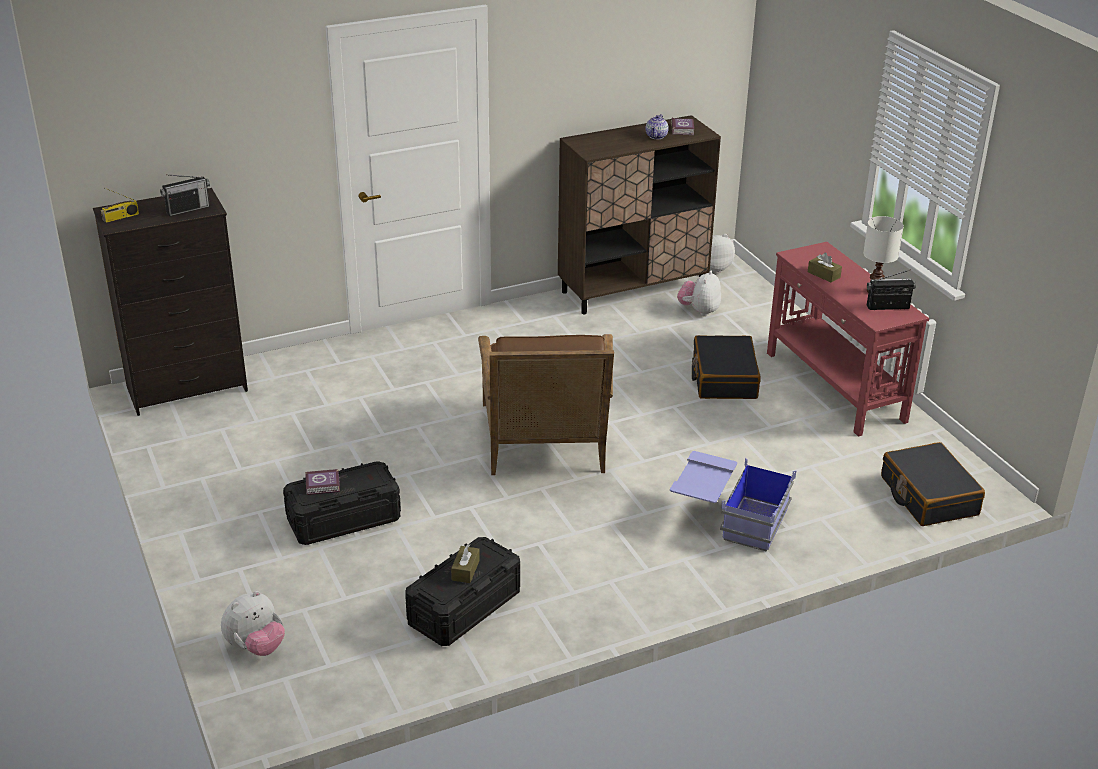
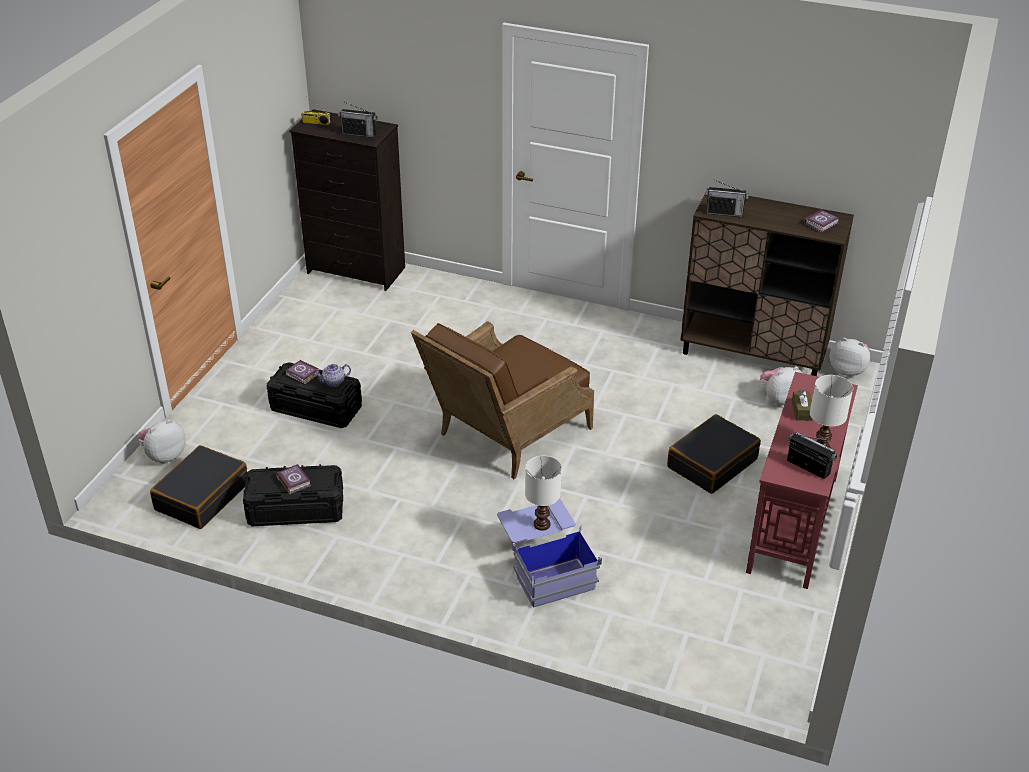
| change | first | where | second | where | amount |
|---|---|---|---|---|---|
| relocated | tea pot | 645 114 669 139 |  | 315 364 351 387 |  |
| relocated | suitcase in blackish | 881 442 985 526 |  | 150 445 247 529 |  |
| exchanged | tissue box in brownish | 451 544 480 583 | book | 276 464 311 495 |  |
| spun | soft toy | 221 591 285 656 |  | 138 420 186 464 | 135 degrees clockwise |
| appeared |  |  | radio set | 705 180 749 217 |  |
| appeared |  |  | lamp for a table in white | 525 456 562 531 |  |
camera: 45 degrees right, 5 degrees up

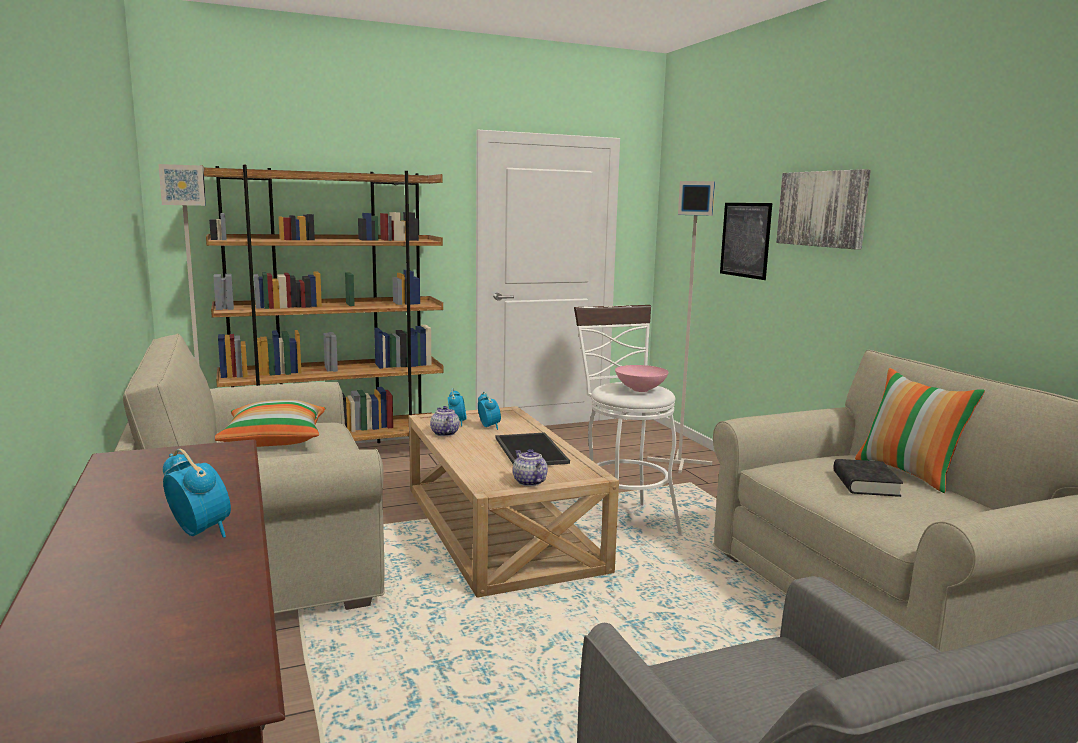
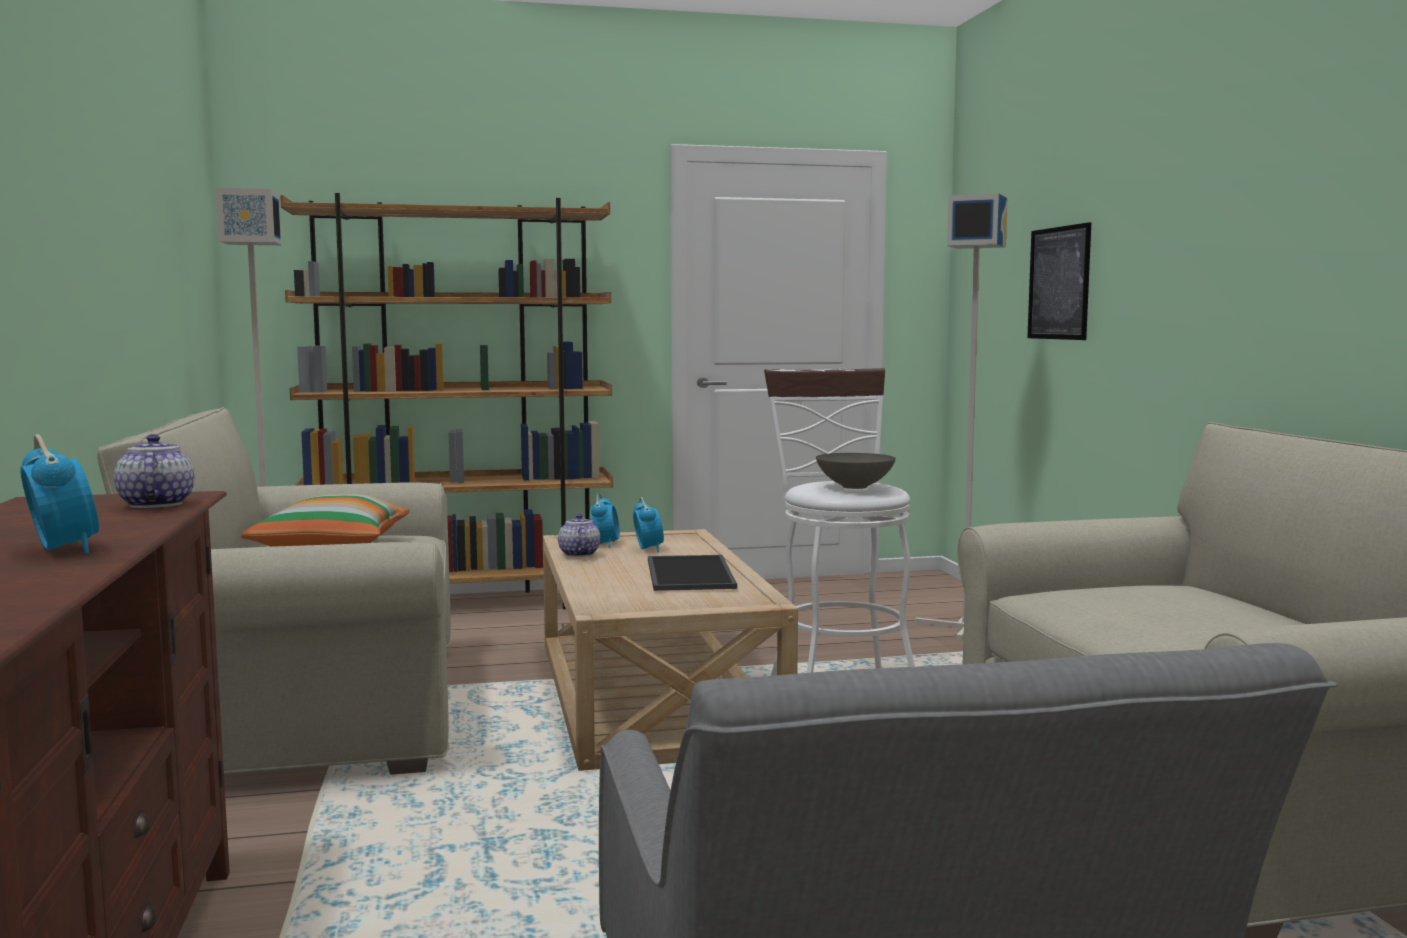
| change | first | where | second | where | amount |
|---|---|---|---|---|---|
| missing | picture | 776 169 871 250 |  |  |  |
| colour | serving bowl in pink | 615 365 669 392 | serving bowl in greyish | 816 453 896 489 |  |
| missing | throw pillow | 855 368 985 493 |  |  |  |
| relocated | tea pot | 513 449 548 486 |  | 114 434 194 508 |  |
| missing | book in blackish | 833 459 903 497 |  |  |  |
camera: 10 degrees right, 5 degrees down

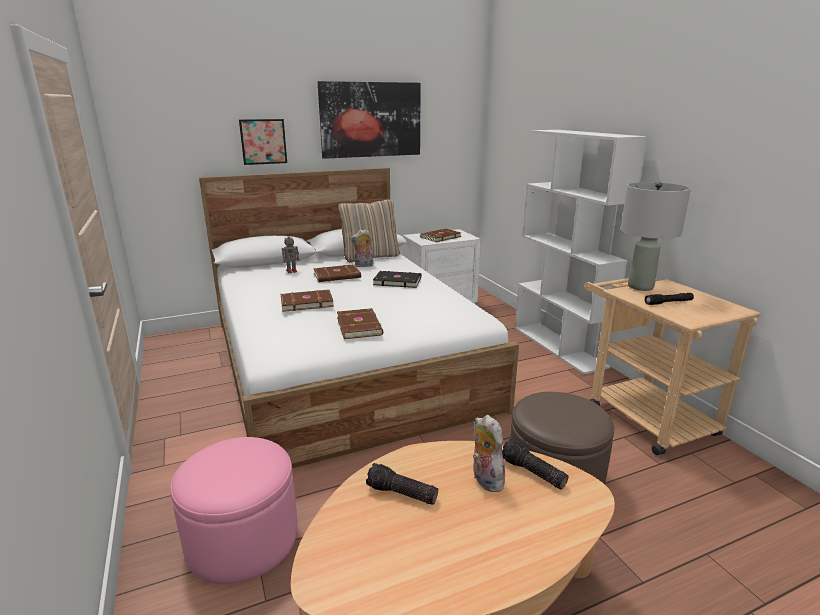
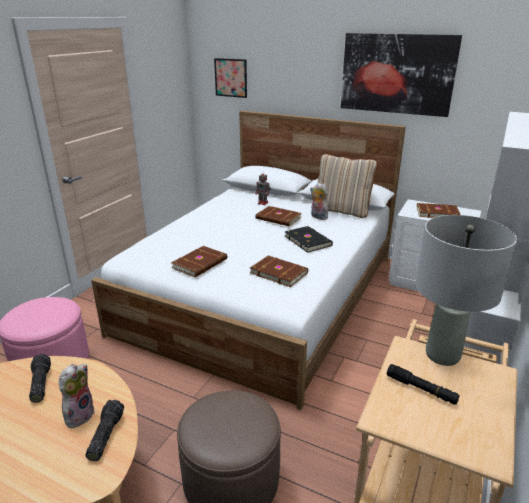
| change | first | where | second | where | amount |
|---|---|---|---|---|---|
| relocated | picture | 239 119 287 165 |  | 214 58 247 98 |  |
| relocated | book in brownish | 281 290 334 312 |  | 250 255 308 287 |  |
camera: 50 degrees right, 5 degrees up

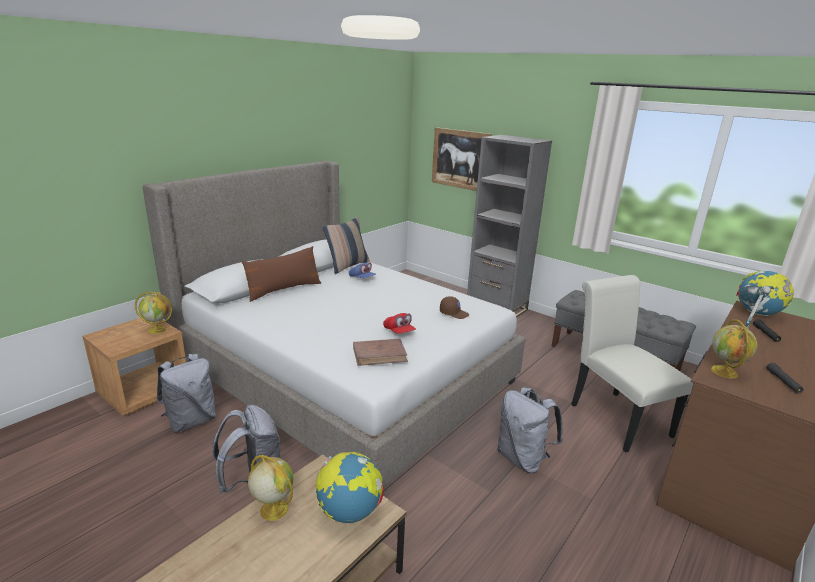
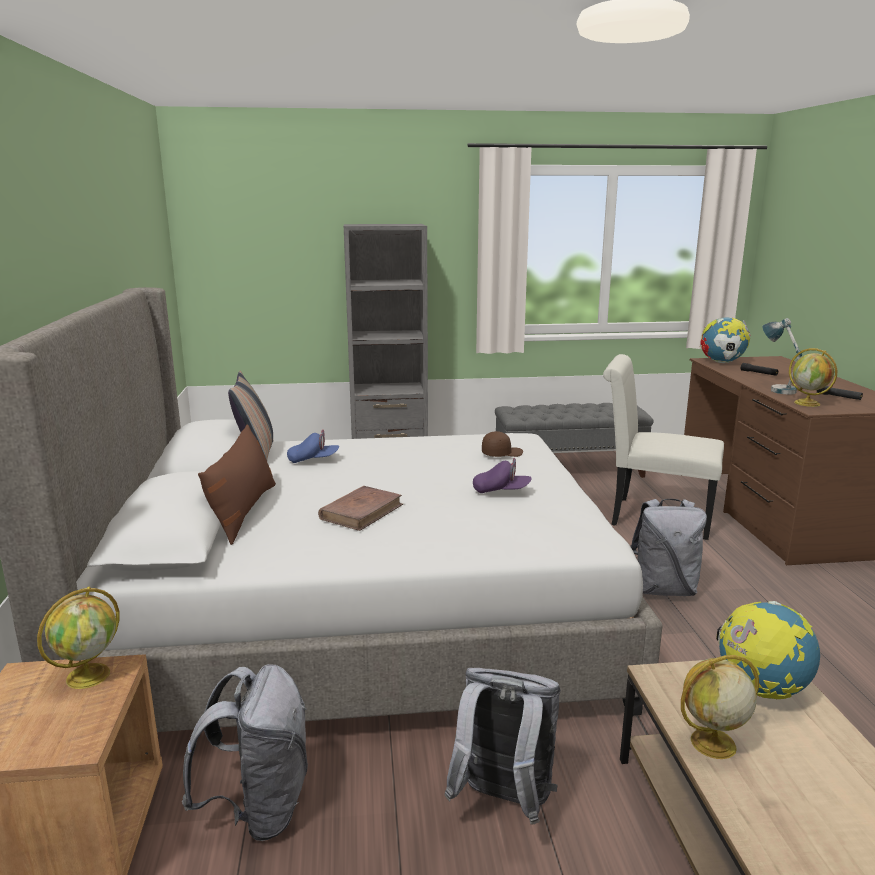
| change | first | where | second | where | amount |
|---|---|---|---|---|---|
| missing | picture | 432 127 491 191 |  |  |  |
| colour | peaked cap in red-coloured | 383 313 416 334 | peaked cap in purple | 473 458 532 493 |  |
| relocated | book in brownish | 353 339 408 366 |  | 318 486 403 531 |  |
camera: 45 degrees left, 5 degrees down

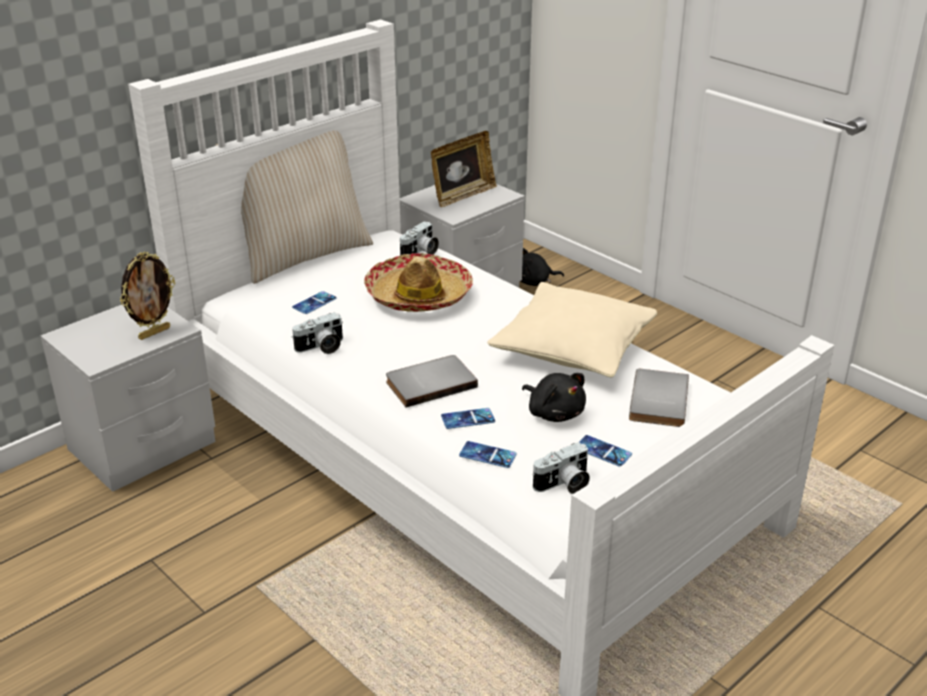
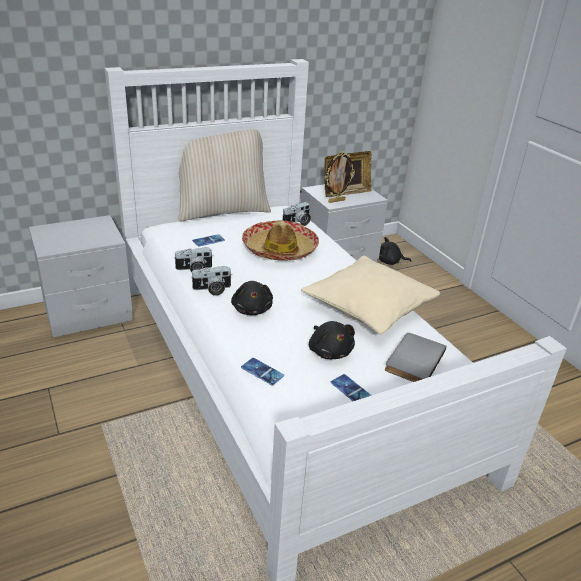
| change | first | where | second | where | amount |
|---|---|---|---|---|---|
| relocated | standing frame | 120 252 175 340 |  | 325 151 355 203 |  |
| exchanged | book in greyish | 386 355 478 408 | soft toy in blackish | 231 281 273 315 |  |
| missing | phone | 441 408 495 429 |  |  |  |
| relocated | still camera | 532 442 590 494 |  | 192 266 231 296 |  |
camera: 15 degrees right, 0 degrees up

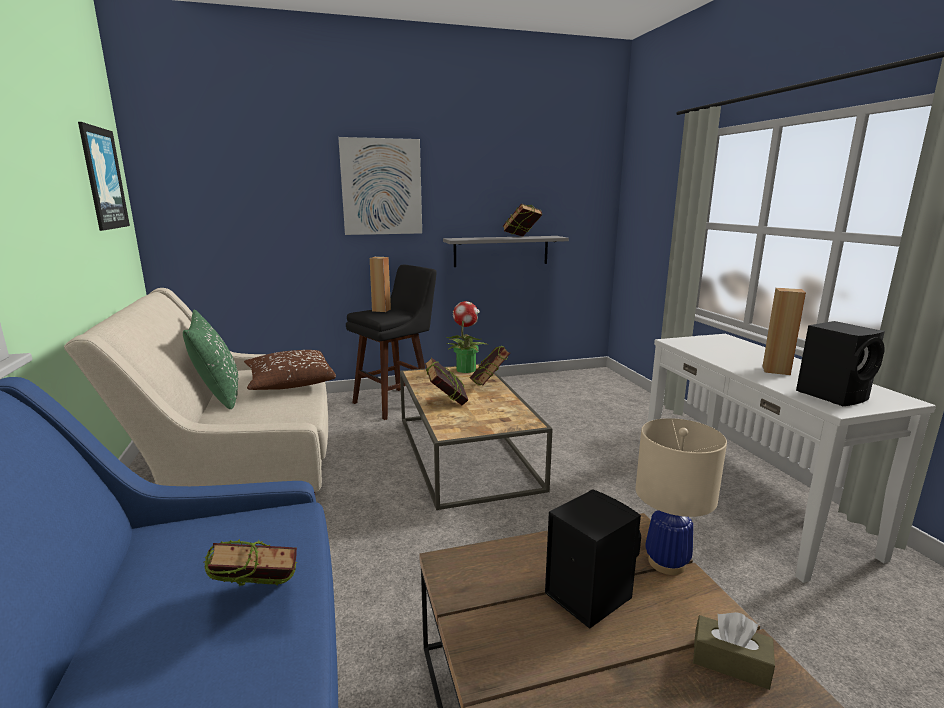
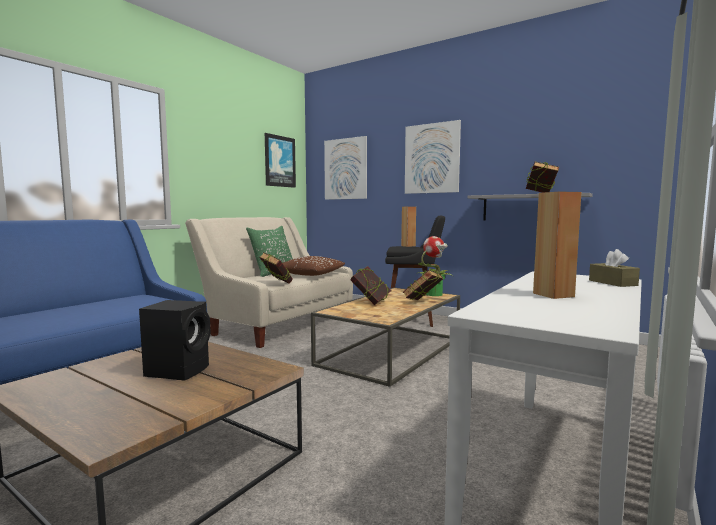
| change | first | where | second | where | amount |
|---|---|---|---|---|---|
| missing | loudspeaker in blackish | 796 321 885 406 |  |  |  |
| missing | lamp for a table in beige | 635 418 727 575 |  |  |  |
| relocated | book | 204 539 298 586 |  | 259 252 293 284 |  |
| relocated | tissue box in brownish | 693 612 775 690 |  | 589 249 640 287 |  |
| appeared |  |  | picture | 324 136 367 200 |  |
camera: 50 degrees right, 10 degrees down

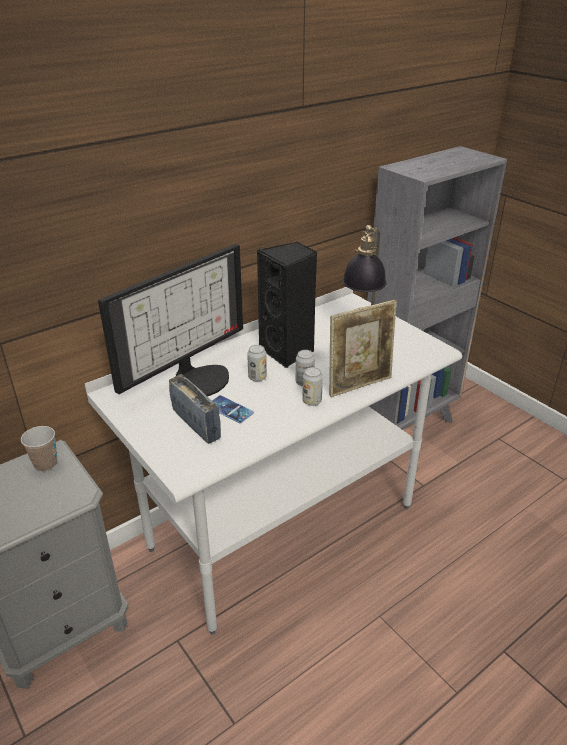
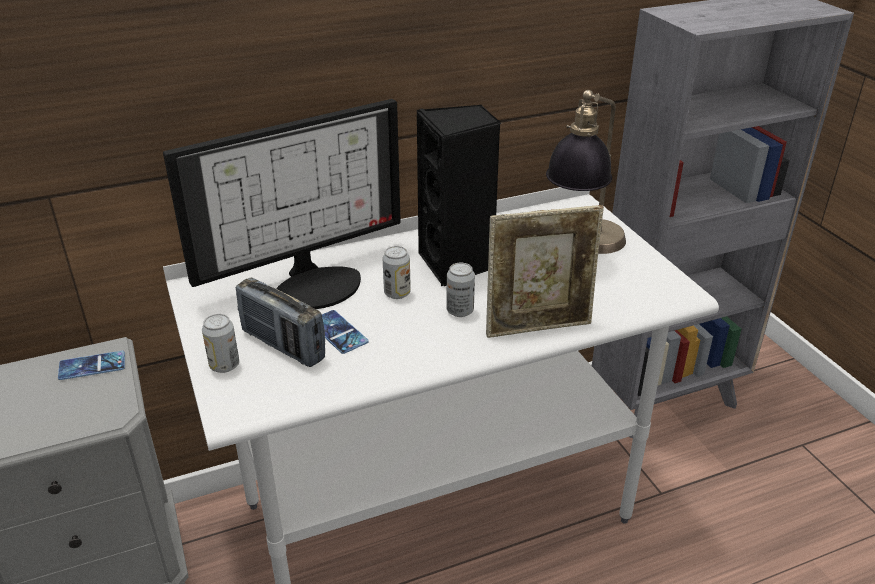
| change | first | where | second | where | amount |
|---|---|---|---|---|---|
| relocated | metal can | 302 367 323 406 |  | 202 314 239 373 |  |
| spun | radio set | 169 374 221 444 |  | 236 278 325 367 | 150 degrees clockwise |
| exchanged | cup | 21 426 57 472 | phone | 58 351 125 380 |  |
camera: 15 degrees right, 0 degrees up

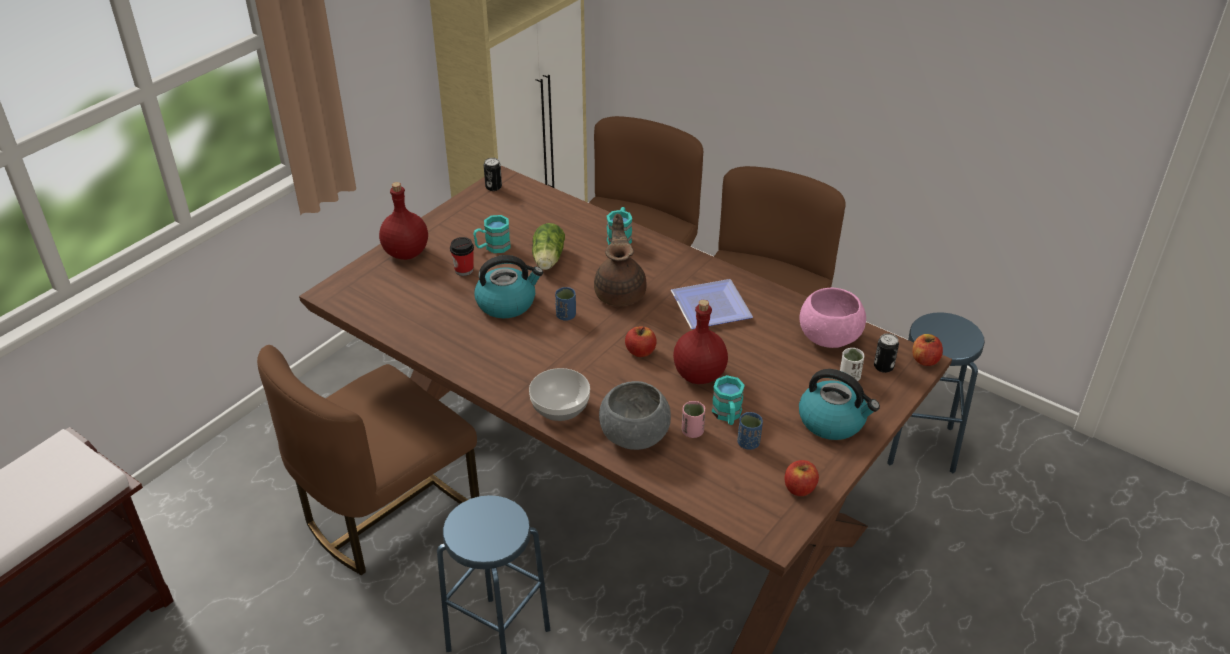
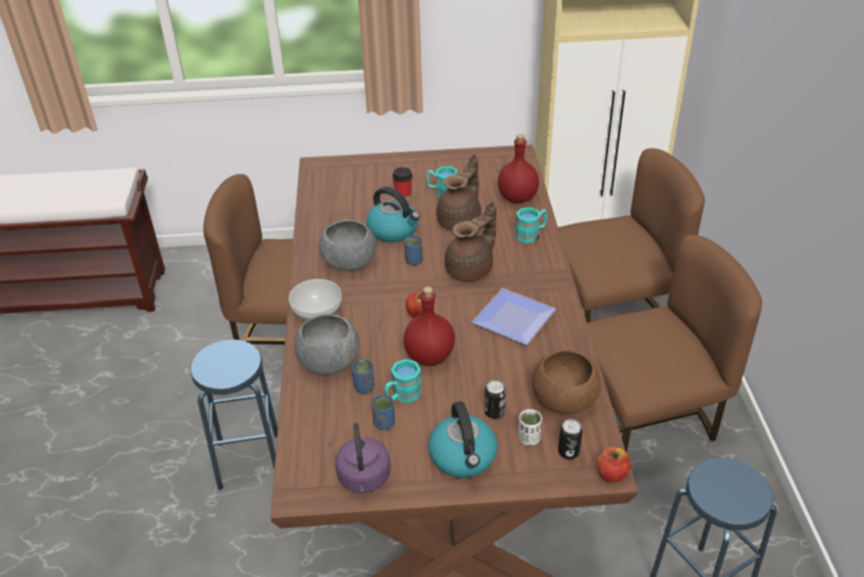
| change | first | where | second | where | amount |
|---|---|---|---|---|---|
| relocated | metal can | 484 158 502 191 |  | 484 380 506 419 |  |
| relocated | bottle in red-coloured | 379 182 428 260 |  | 498 134 539 203 |  |
| exchanged | lettuce head | 532 223 565 270 | tea pot in brownish | 436 153 481 230 |  |
| colour | serving bowl in pink | 799 288 866 348 | serving bowl in brownish | 532 350 601 414 |  |
| colour | cup in pink | 682 401 705 438 | cup in blue-coloured | 352 359 375 394 |  |
| exchanged | whole apple | 784 460 819 496 | water kettle in purple | 335 423 391 493 |  |
| appeared |  |  | serving bowl in greyish | 319 219 376 271 |  |
camera: 50 degrees right, 0 degrees up

